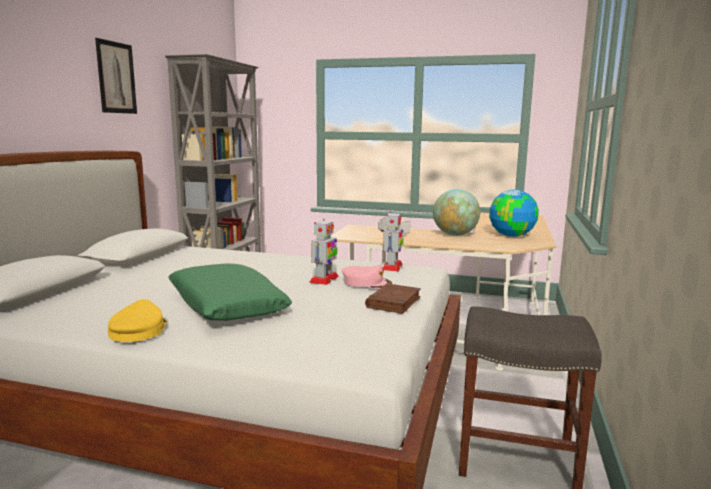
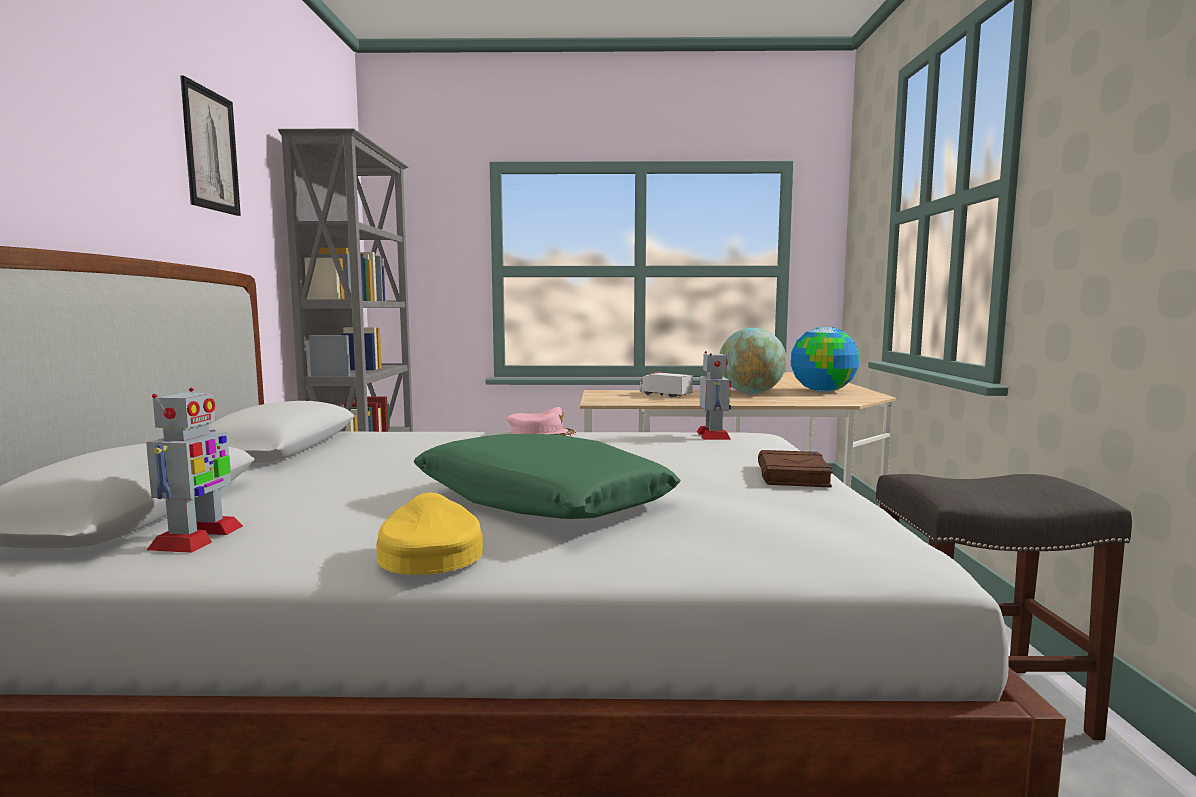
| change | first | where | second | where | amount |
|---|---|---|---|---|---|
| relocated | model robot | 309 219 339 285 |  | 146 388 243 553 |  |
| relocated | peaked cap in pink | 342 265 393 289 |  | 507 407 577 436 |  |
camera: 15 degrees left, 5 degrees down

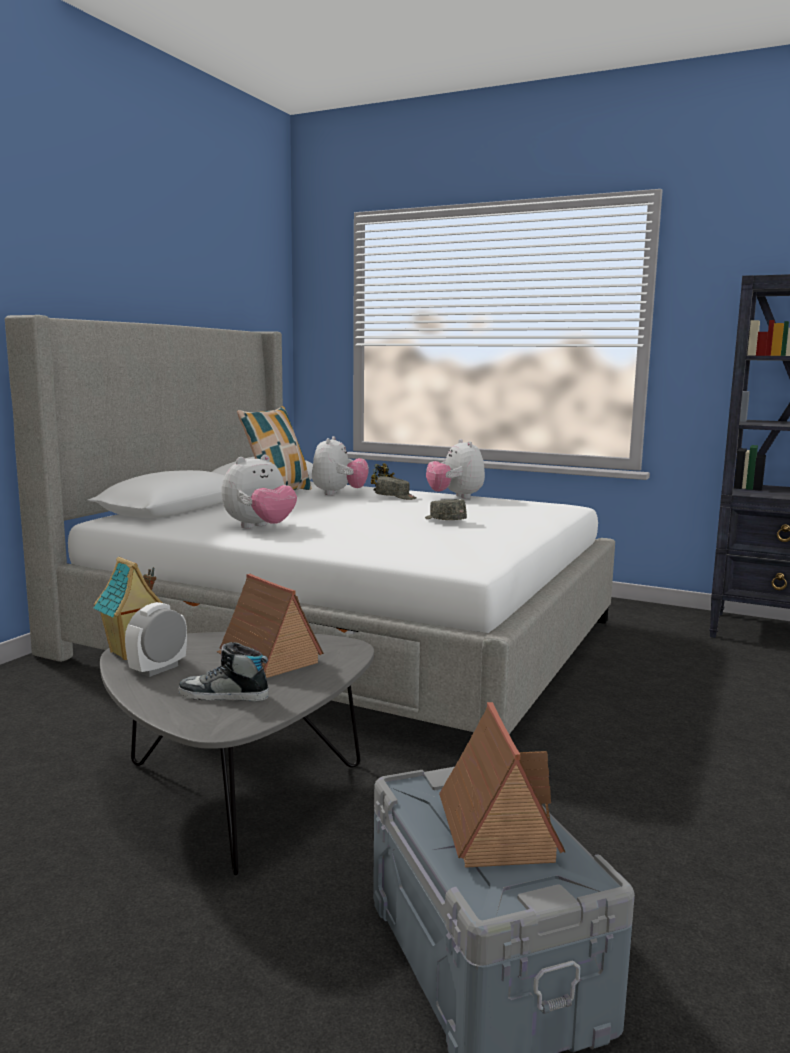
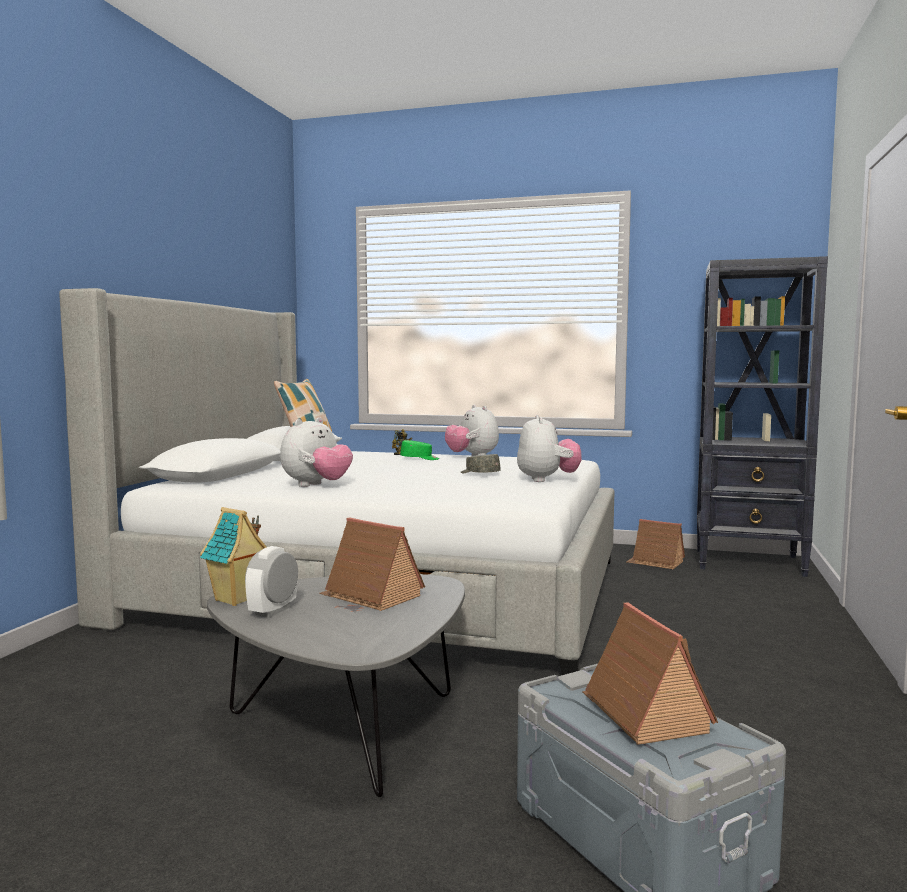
| change | first | where | second | where | amount |
|---|---|---|---|---|---|
| relocated | soft toy | 312 436 369 495 |  | 517 415 582 482 |  |
| colour | peaked cap in greyish | 375 476 417 500 | peaked cap in green-coloured | 400 440 439 460 |  |
| missing | item of footwear | 179 642 269 702 |  |  |  |
| appeared |  |  | model house | 626 519 685 569 |  |
camera: 10 degrees left, 5 degrees down

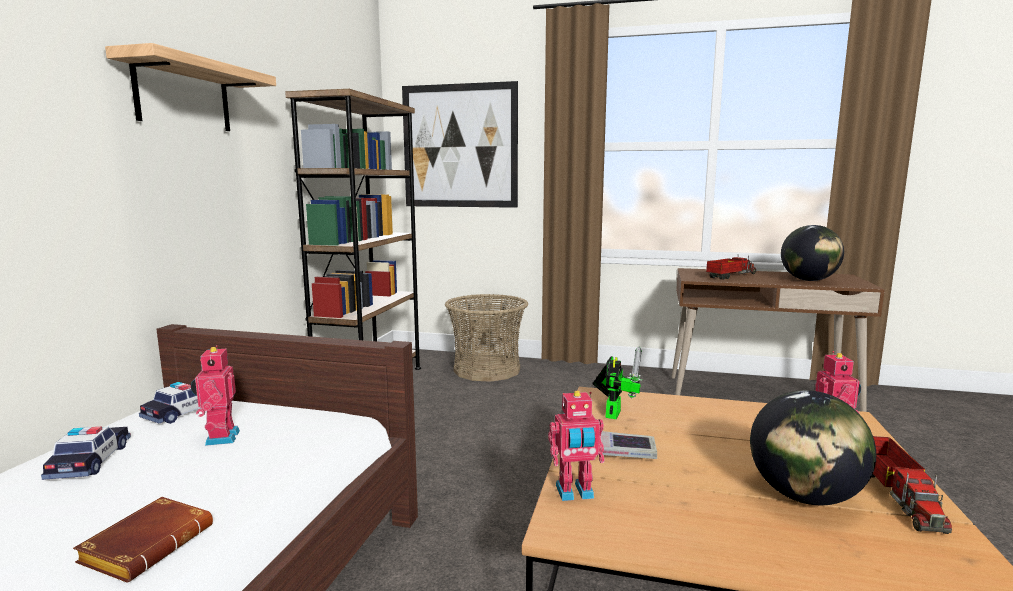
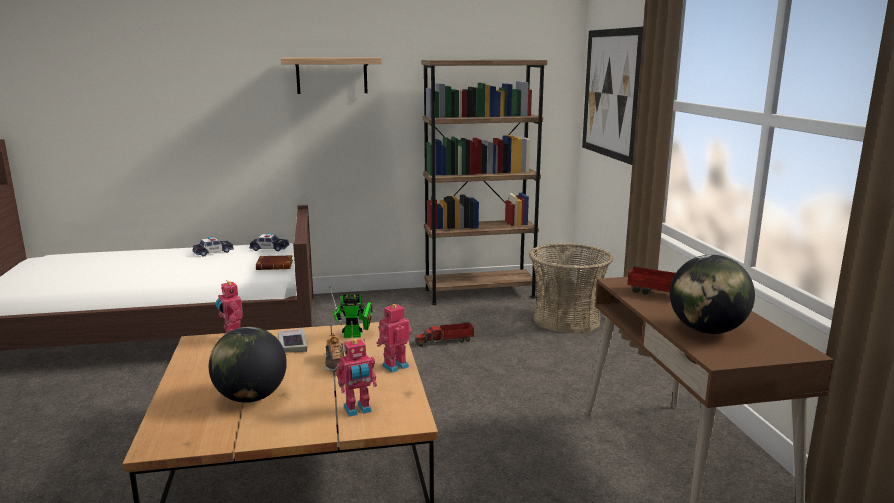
| change | first | where | second | where | amount |
|---|---|---|---|---|---|
| relocated | model robot | 191 345 240 446 |  | 376 303 412 373 |  |
| relocated | toy truck | 871 436 952 534 |  | 415 322 474 347 |  |
| relocated | book in brownish | 73 497 213 582 |  | 256 255 293 270 |  |
| appeared |  |  | item of footwear | 325 334 344 371 |  |
camera: 65 degrees right, 5 degrees up

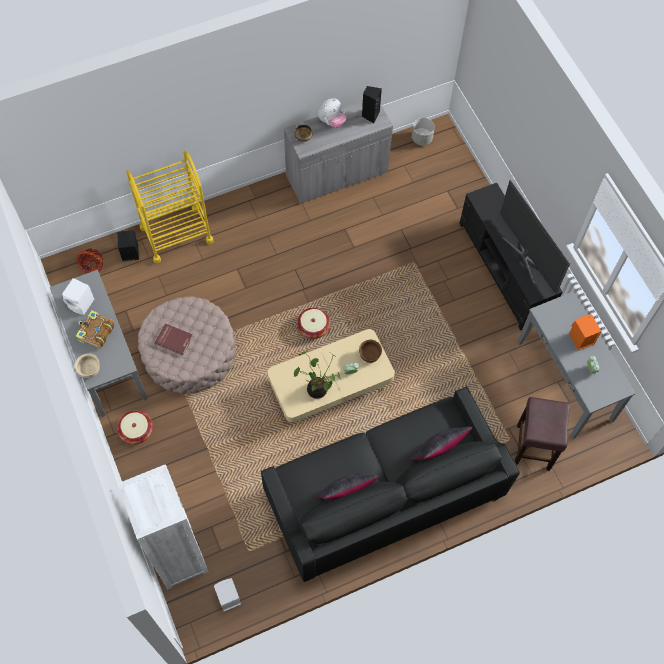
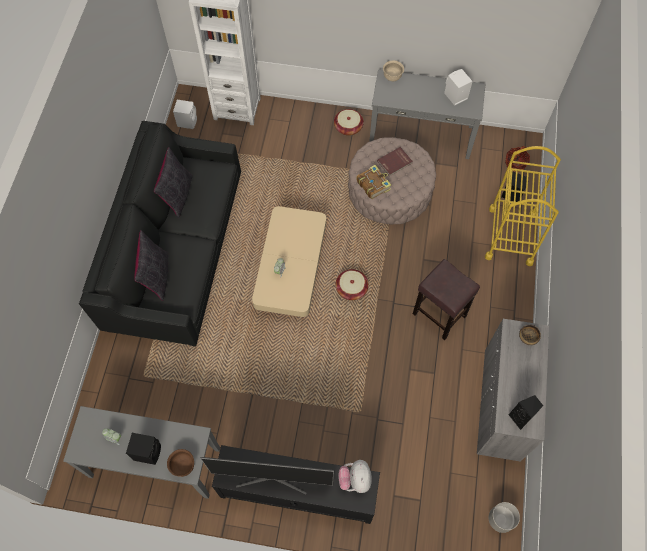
| change | first | where | second | where | amount |
|---|---|---|---|---|---|
| relocated | soft toy | 318 98 347 128 |  | 339 460 372 493 |  |
| relocated | book | 76 310 115 349 |  | 356 165 391 199 |  |
| colour | loudspeaker in orangey | 569 314 602 351 | loudspeaker in blackish | 126 433 161 465 |  |
| relocated | serving bowl in brownish | 359 340 382 363 |  | 167 449 194 477 |  |
| missing | plant in a pot | 294 350 341 399 |  |  |  |
| relocated | stool seat in brownish | 514 397 570 471 |  | 413 259 480 340 |  |
camera: 125 degrees right, 0 degrees up

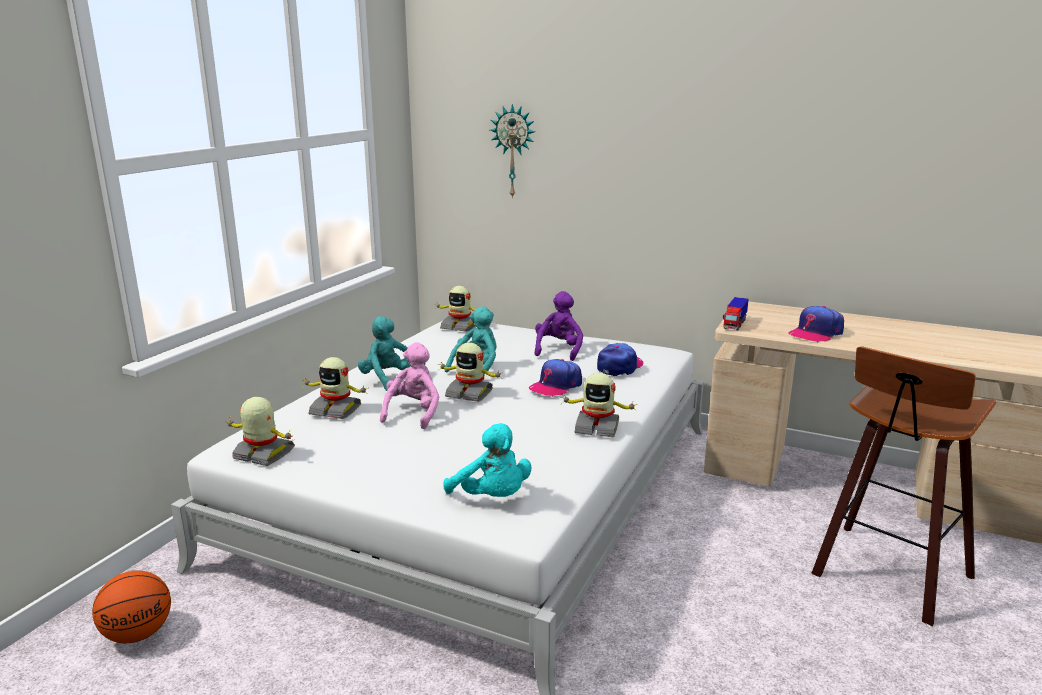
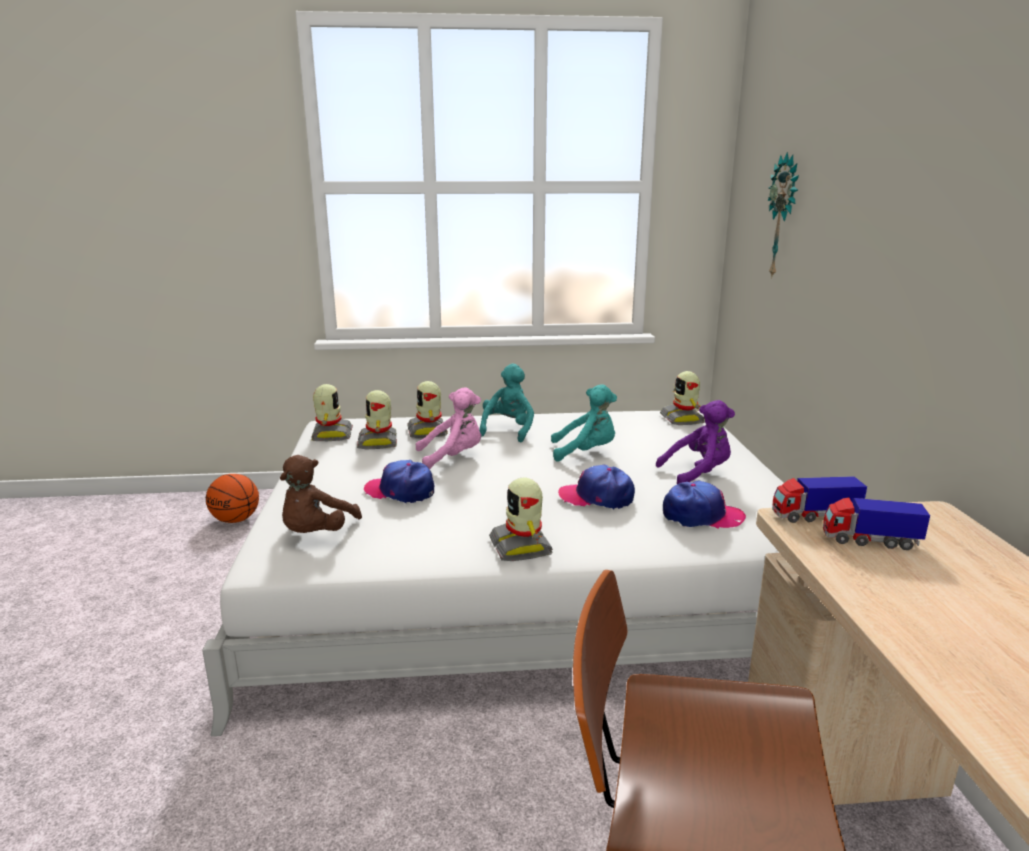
| change | first | where | second | where | amount |
|---|---|---|---|---|---|
| relocated | peaked cap | 788 306 844 343 |  | 364 460 434 503 |  |
| relocated | model robot | 438 343 502 402 |  | 357 390 397 449 |  |
| colour | soft toy in blue-green | 444 423 531 497 | soft toy in brownish | 280 455 362 533 |  |
| appeared |  |  | toy truck | 823 497 930 550 |  |
camera: 60 degrees right, 0 degrees up

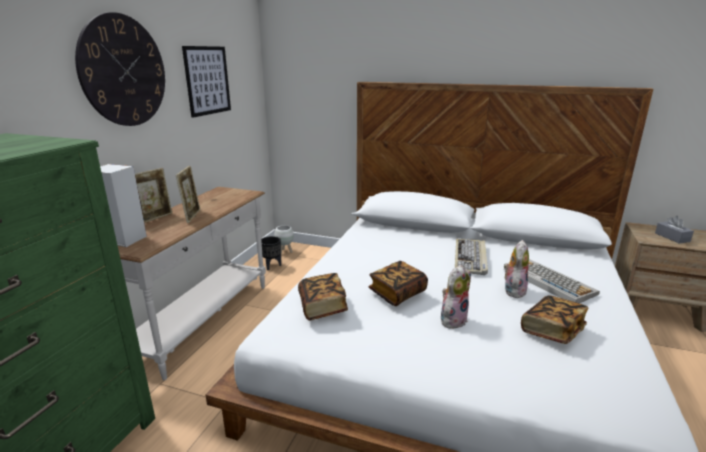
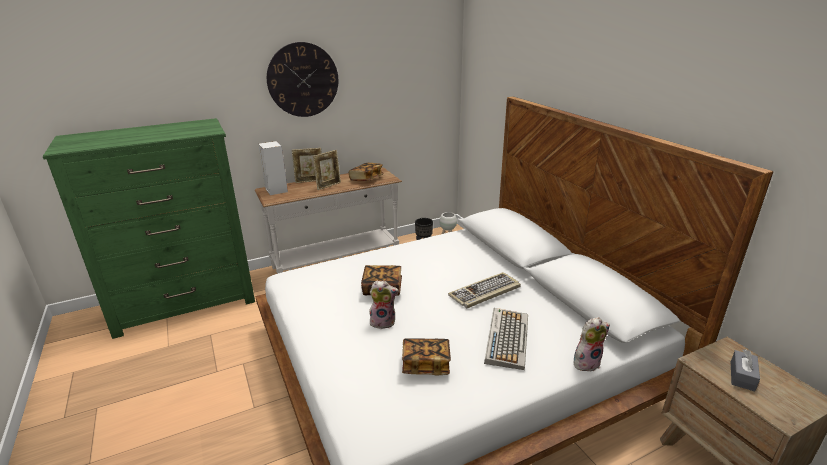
| change | first | where | second | where | amount |
|---|---|---|---|---|---|
| missing | picture | 182 46 231 118 |  |  |  |
| relocated | soft toy | 504 240 529 298 |  | 574 317 610 371 |  |
| relocated | book | 298 273 348 321 |  | 349 163 384 181 |  |
camera: 45 degrees right, 5 degrees up

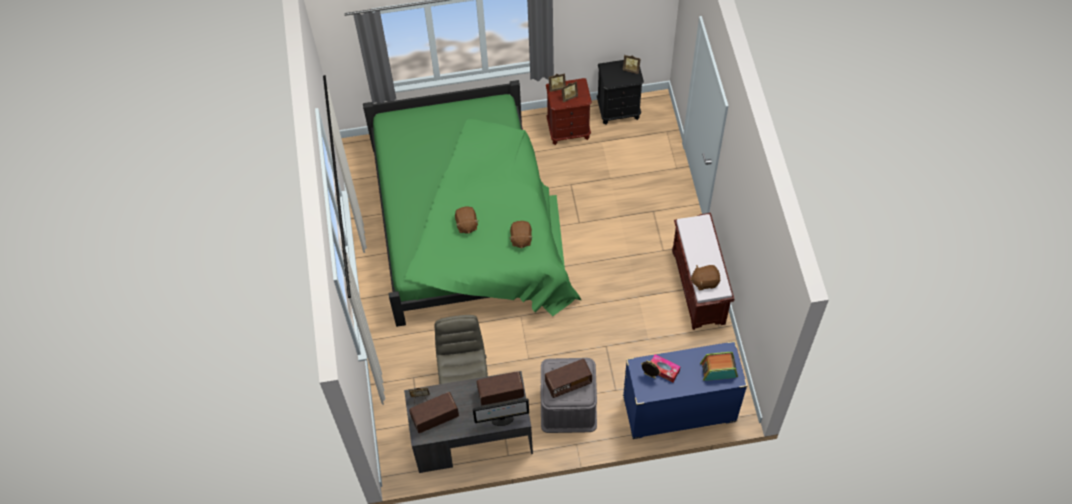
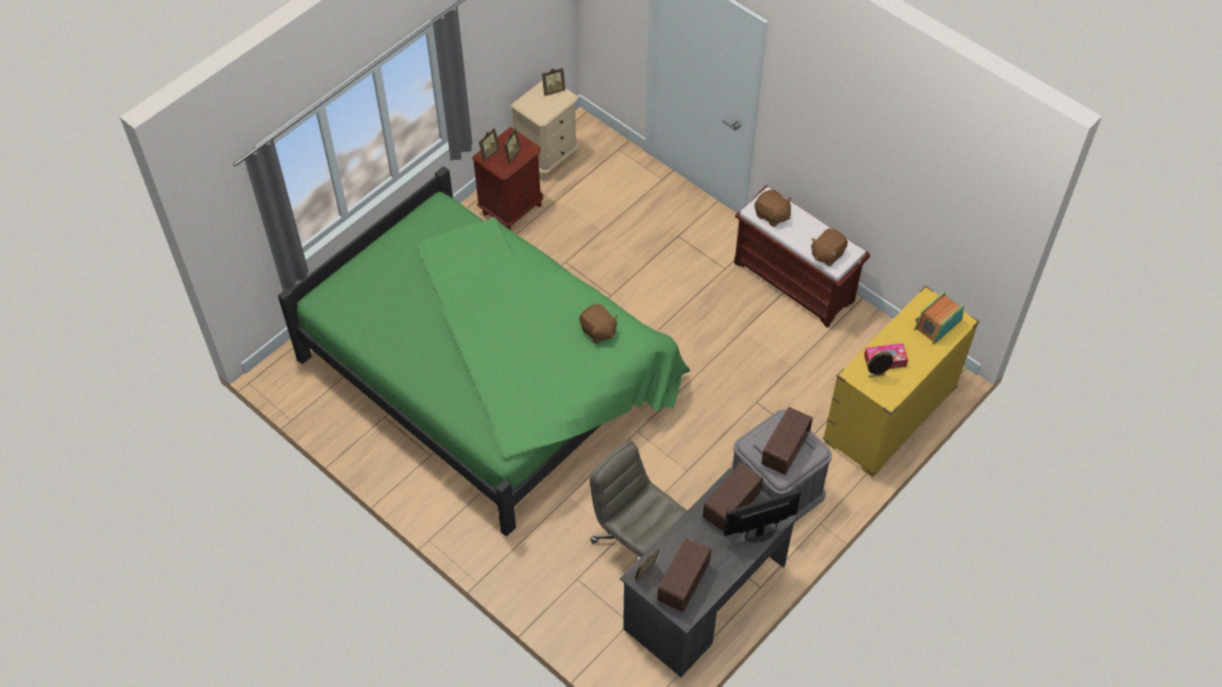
| change | first | where | second | where | amount |
|---|---|---|---|---|---|
| colour | night table in blackish | 597 60 644 125 | night table in beige | 511 80 579 180 |  |
| relocated | soft toy in brownish | 455 206 478 234 |  | 754 190 791 227 |  |
| colour | dresser in blue-coloured | 623 341 747 439 | dresser in yellow-coloured | 823 286 979 477 |  |
| spun | computer display | 473 399 529 426 |  | 724 489 801 542 | 150 degrees counterclockwise |
camera: 40 degrees left, 5 degrees down

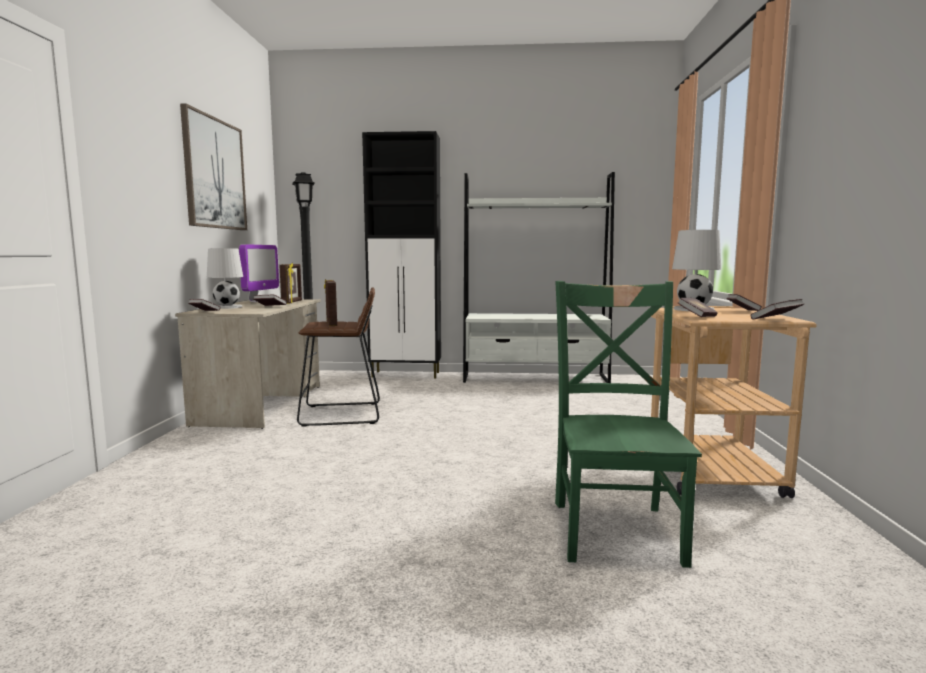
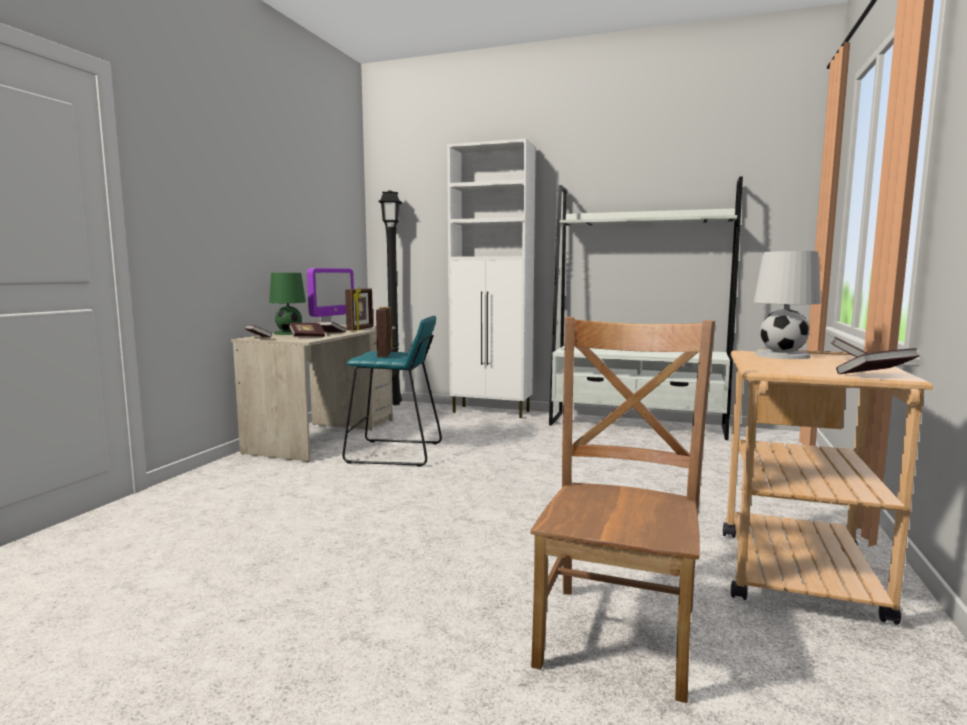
| change | first | where | second | where | amount |
|---|---|---|---|---|---|
| missing | picture | 180 103 247 230 |  |  |  |
| colour | cupboard in blackish | 362 131 441 378 | cupboard in white | 447 139 536 418 |  |
| colour | lamp for a table in white | 207 248 243 309 | lamp for a table in green-coloured | 269 273 306 335 |  |
| colour | upright chair in green-coloured | 555 281 702 568 | upright chair in brownish | 531 317 715 703 |  |
| colour | stool seat in brownish | 297 287 380 427 | stool seat in blue-green | 342 316 442 467 |  |
| relocated | book | 678 298 717 317 |  | 289 323 325 337 |  |
camera: 15 degrees right, 0 degrees up

